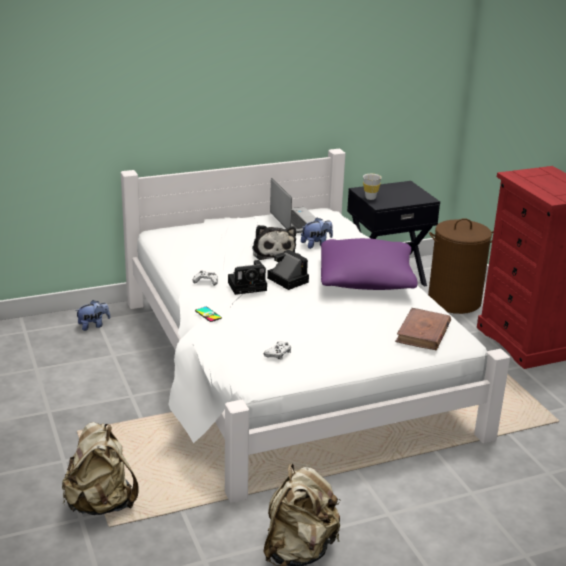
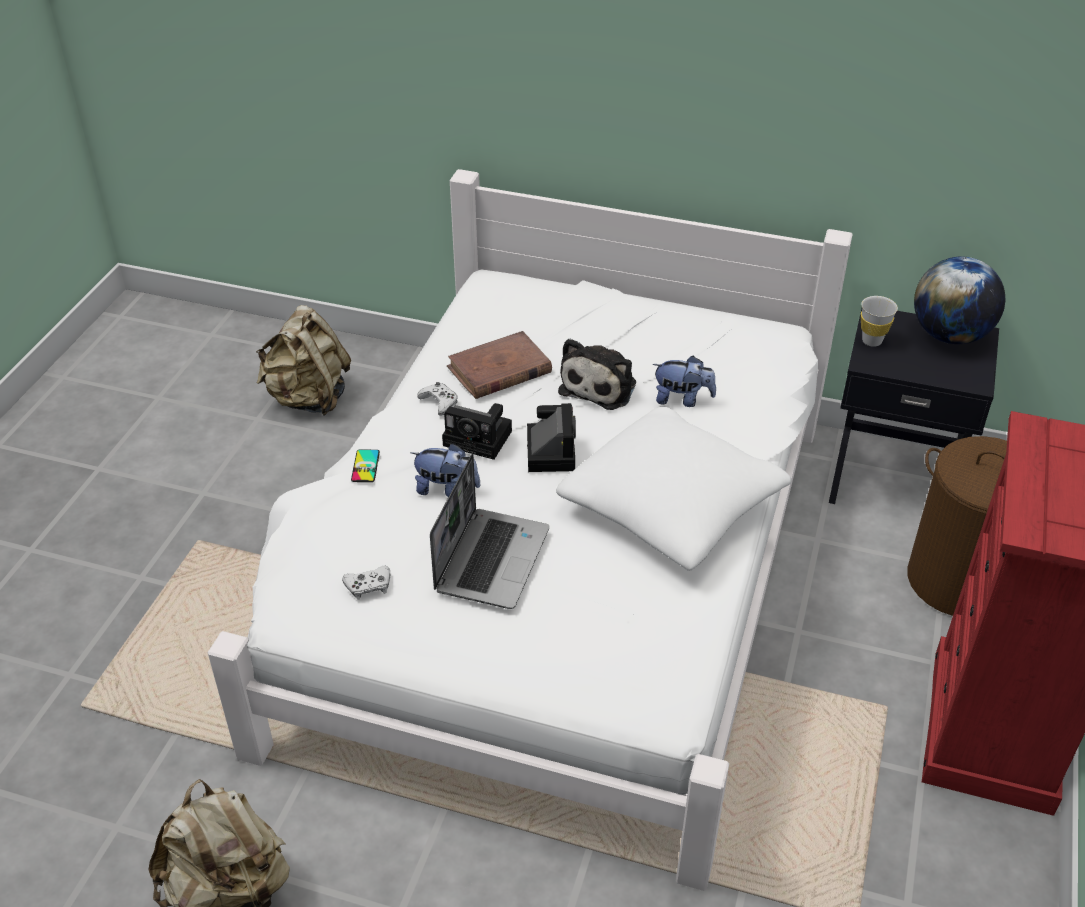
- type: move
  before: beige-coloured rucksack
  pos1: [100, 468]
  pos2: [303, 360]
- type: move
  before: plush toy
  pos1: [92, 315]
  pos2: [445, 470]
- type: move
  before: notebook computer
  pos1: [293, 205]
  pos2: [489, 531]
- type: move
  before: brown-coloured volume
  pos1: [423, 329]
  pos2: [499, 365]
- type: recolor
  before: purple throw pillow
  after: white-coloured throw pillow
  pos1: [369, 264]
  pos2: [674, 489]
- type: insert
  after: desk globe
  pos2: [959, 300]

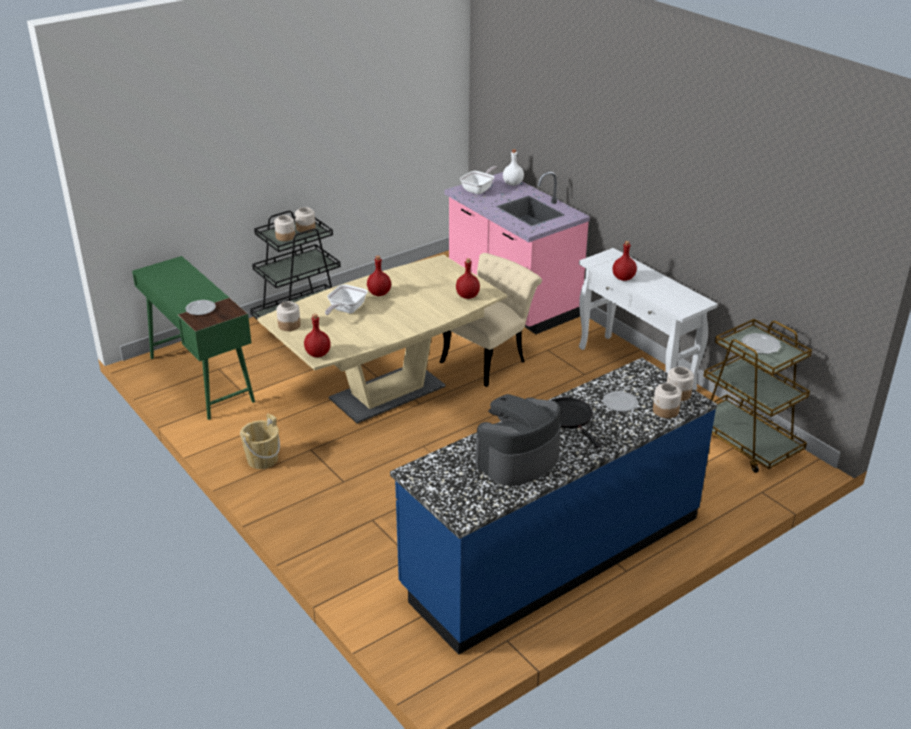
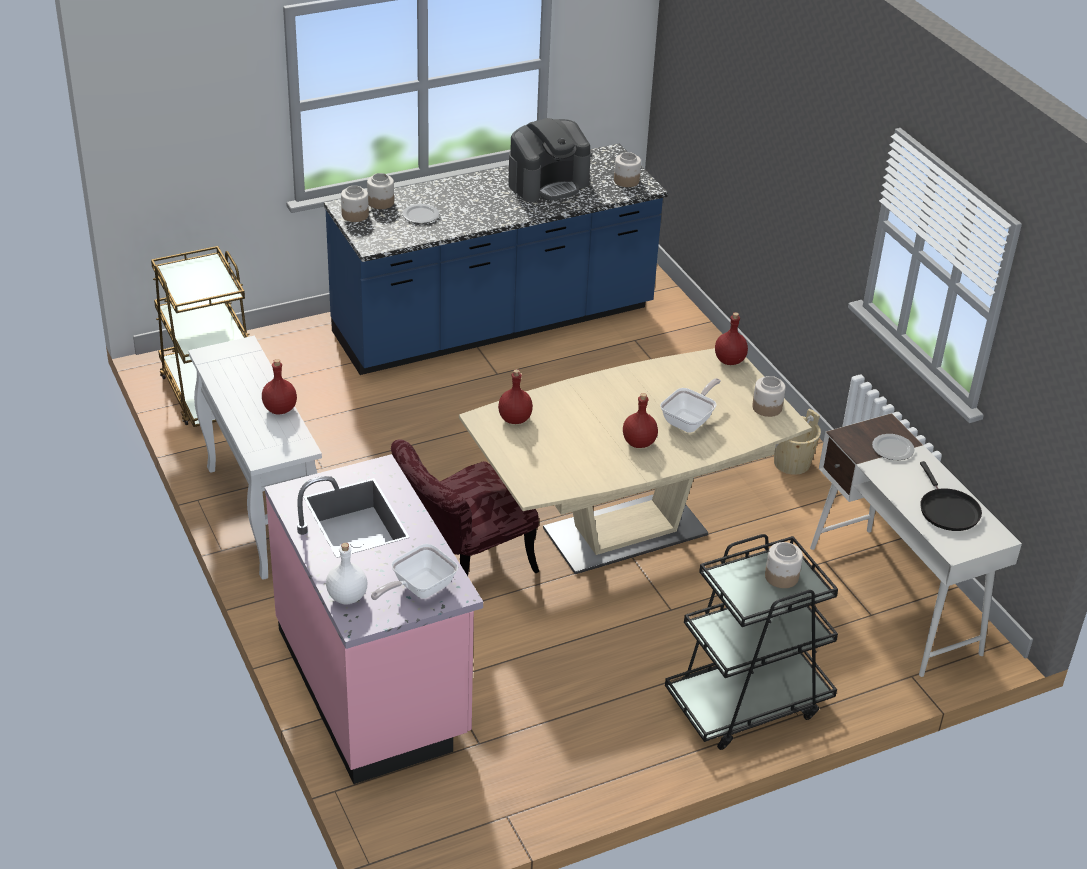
- type: recolor
  before: beige-coloured plain chair
  after: reddish plain chair
  pos1: [491, 320]
  pos2: [465, 507]
- type: move
  before: jar
  pos1: [305, 220]
  pos2: [627, 169]
- type: recolor
  before: green-coloured desk unit
  after: white-coloured desk unit
  pos1: [193, 338]
  pos2: [916, 545]
- type: move
  before: blackish skillet
  pos1: [575, 422]
  pos2: [951, 496]
- type: delete
  before: flat dish
  pos1: [761, 343]

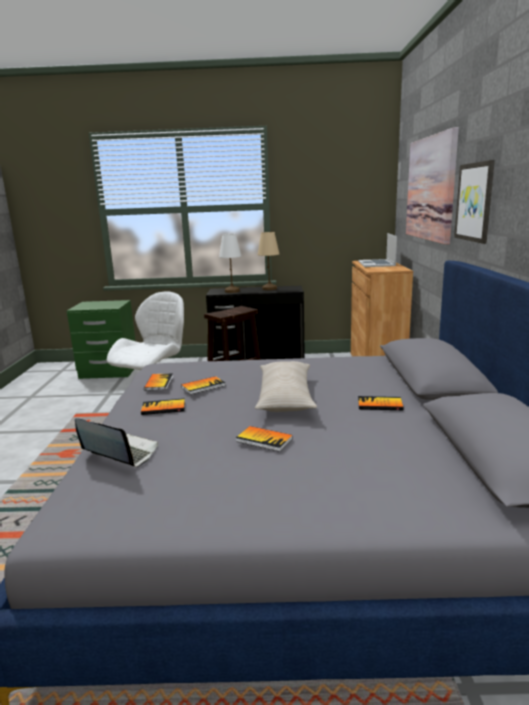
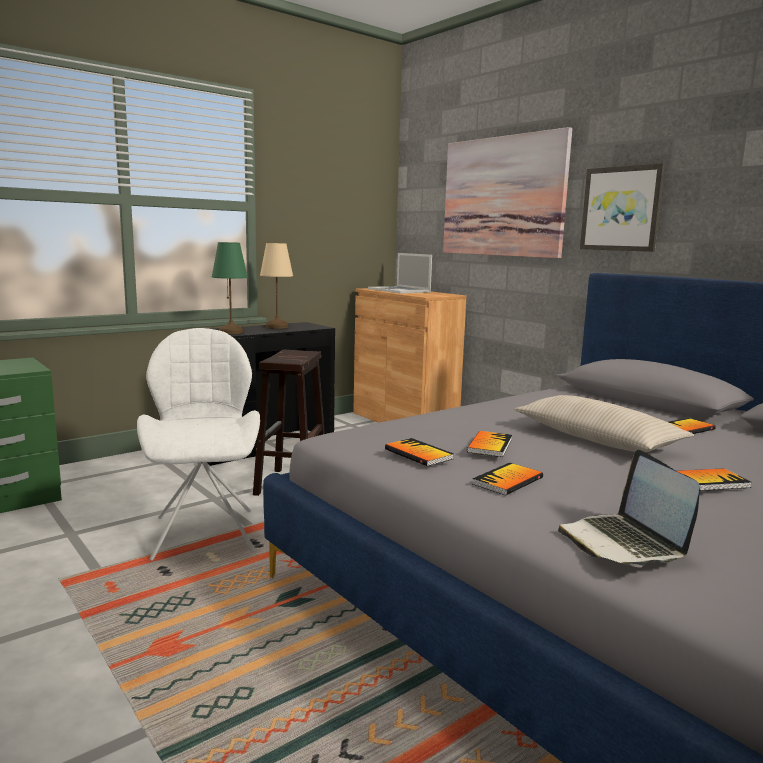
- type: recolor
  before: white-coloured table lamp
  after: green-coloured table lamp
  pos1: [230, 263]
  pos2: [230, 288]
- type: rotate
  before: notebook computer
  pos1: [116, 443]
  pos2: [629, 508]
  turn: -90

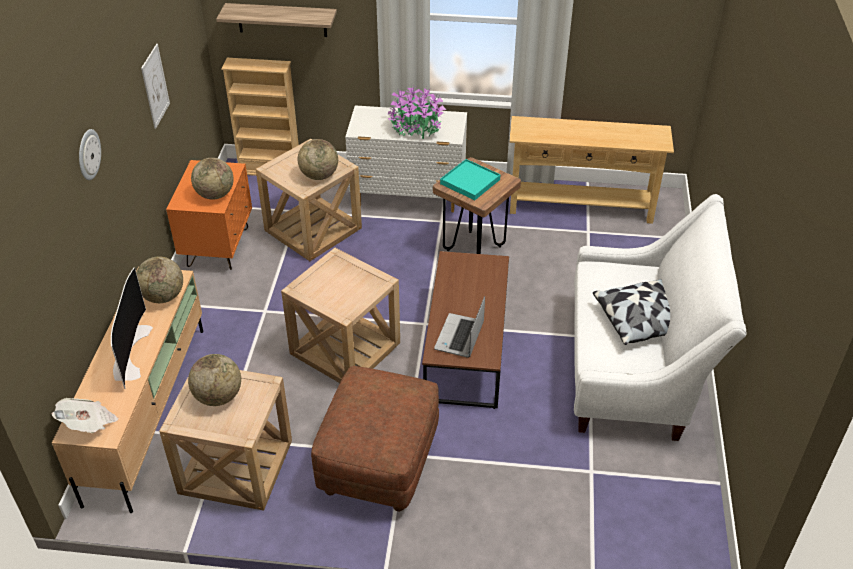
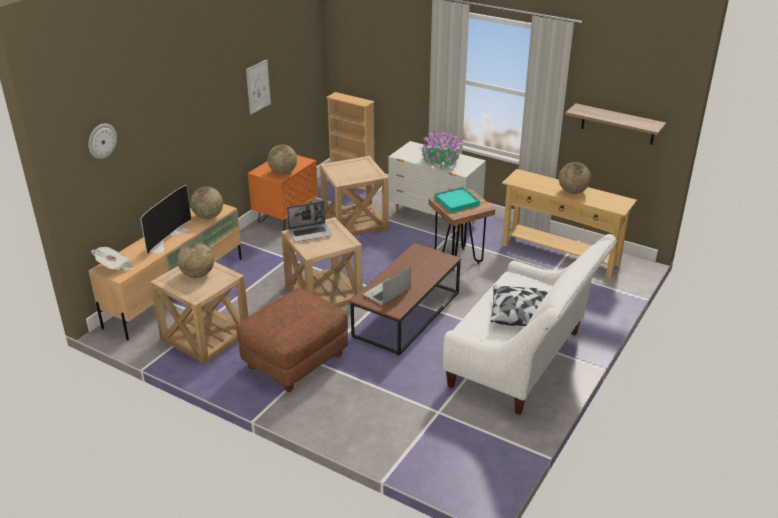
- type: move
  before: wall clock
  pos1: [90, 154]
  pos2: [102, 141]
- type: insert
  after: notebook computer
  pos2: [309, 221]
- type: move
  before: desk globe
  pos1: [318, 159]
  pos2: [575, 178]
- type: move
  before: bracket shelf
  pos1: [276, 20]
  pos2: [615, 124]

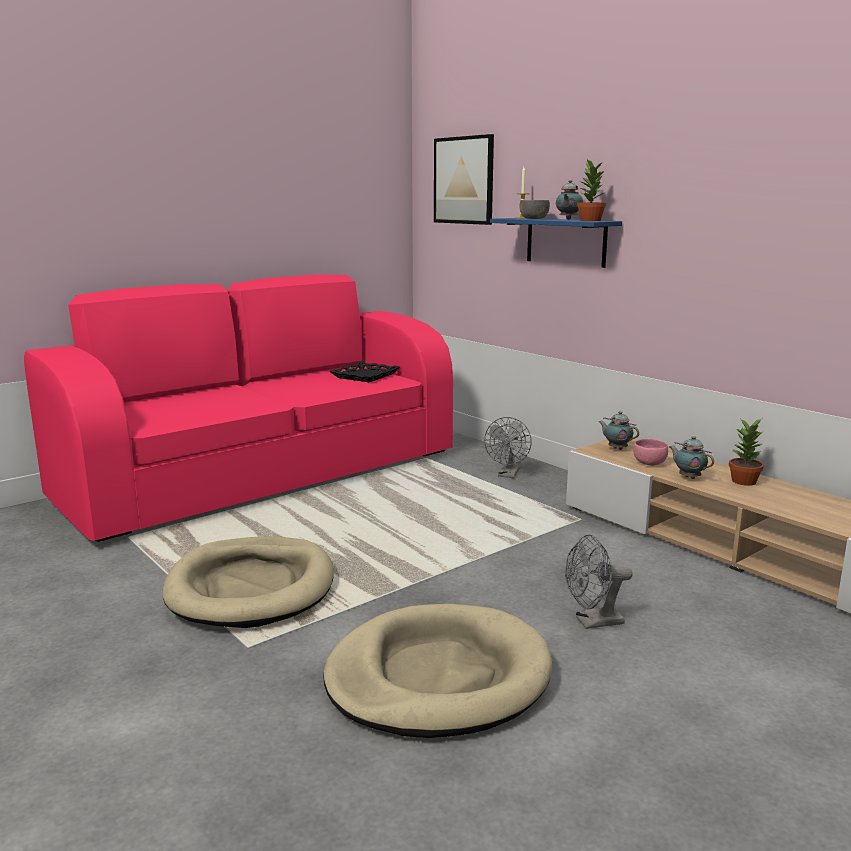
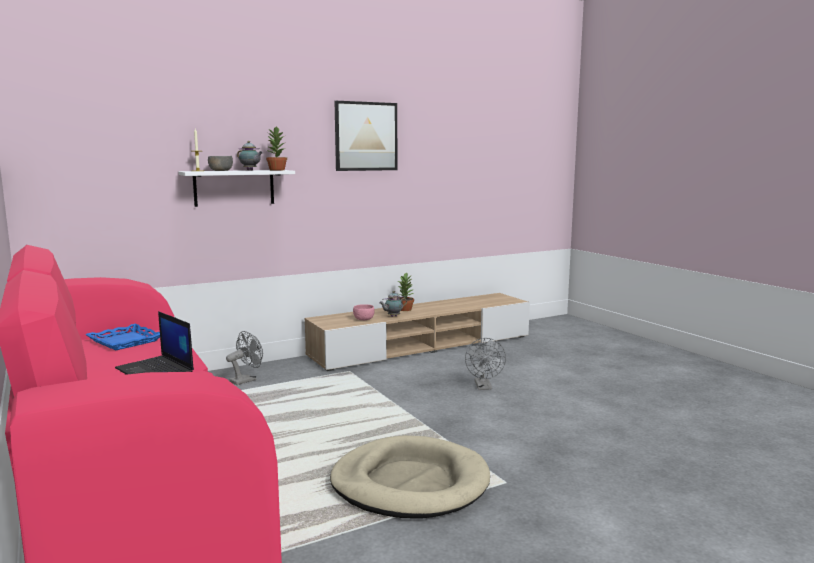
- type: recolor
  before: blackish tray
  after: bluish tray
  pos1: [364, 371]
  pos2: [123, 337]
- type: insert
  after: notebook computer
  pos2: [154, 343]
- type: recolor
  before: bluish bracket shelf
  after: white-coloured bracket shelf
  pos1: [556, 243]
  pos2: [237, 188]
- type: rotate
  before: gray electric fan
  pos1: [508, 447]
  pos2: [244, 358]
  turn: -75
- type: move
  before: wall picture
  pos1: [464, 179]
  pos2: [366, 136]
- type: delete
  before: beige-coloured pet bed
  pos1: [437, 671]
- type: delete
  before: tea pot
  pos1: [619, 430]

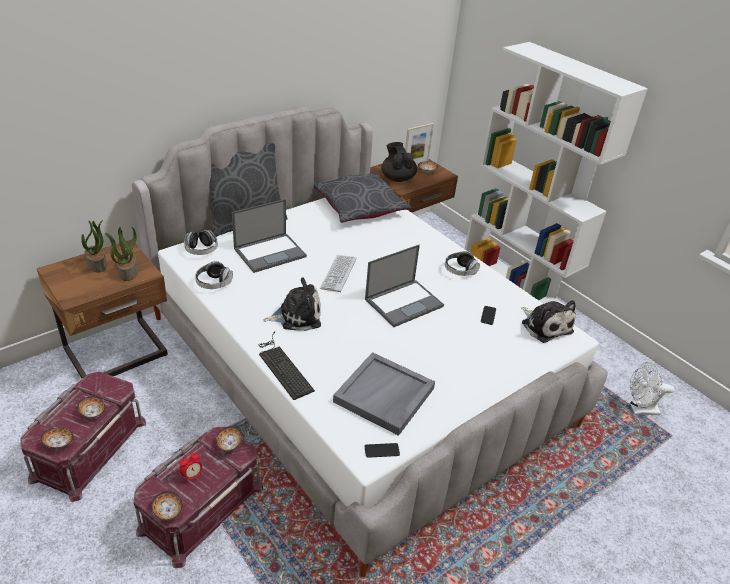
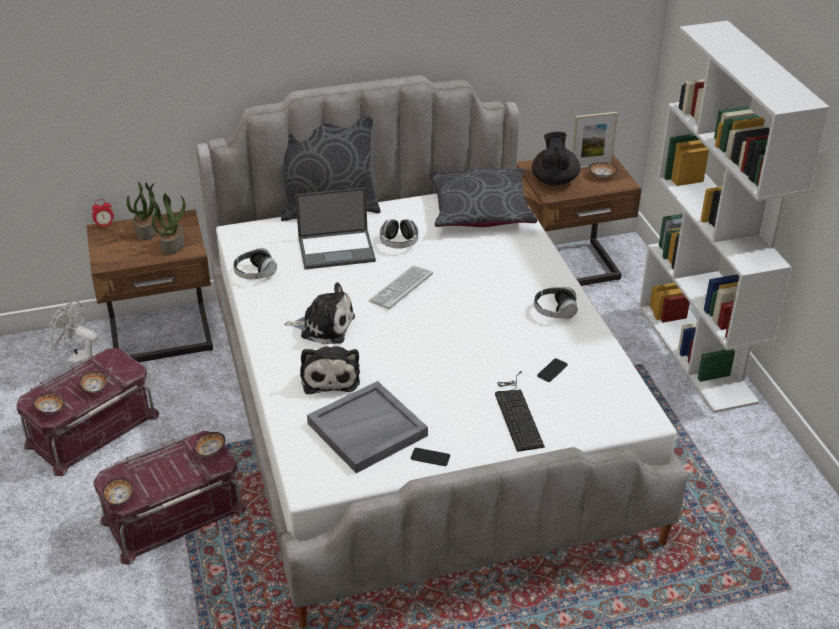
- type: move
  before: white-coloured electric fan
  pos1: [652, 388]
  pos2: [74, 332]
- type: move
  before: alarm clock
  pos1: [191, 467]
  pos2: [103, 214]
- type: move
  before: plush toy
  pos1: [548, 321]
  pos2: [330, 370]
- type: move
  before: pair of headphones
  pos1: [201, 242]
  pos2: [399, 234]
- type: move
  before: telephone
  pos1: [382, 450]
  pos2: [430, 457]
- type: move
  before: PC keyboard
  pos1: [286, 365]
  pos2: [520, 411]
- type: delete
  before: notebook computer
  pos1: [404, 286]

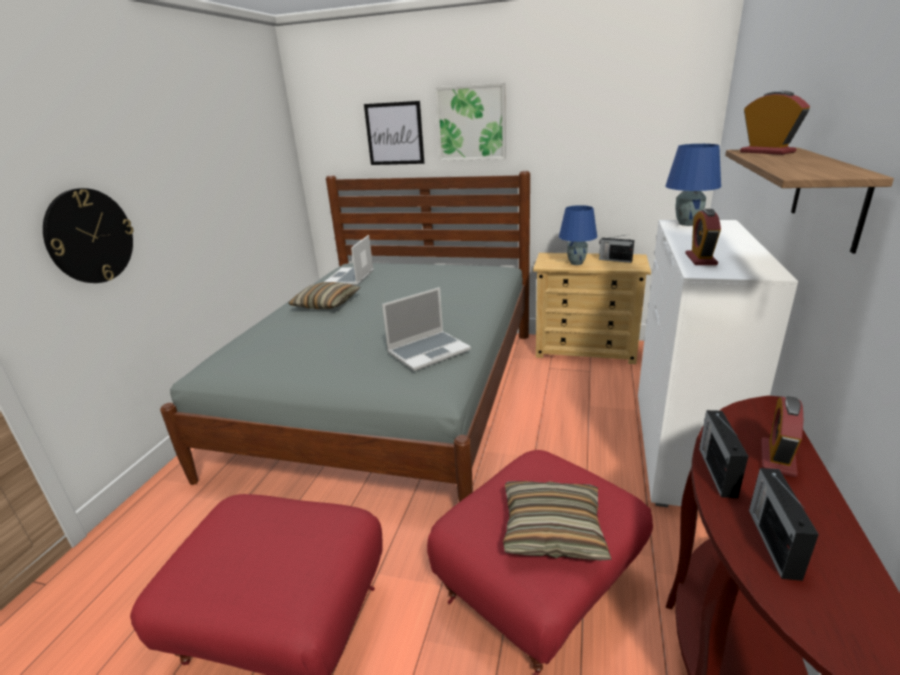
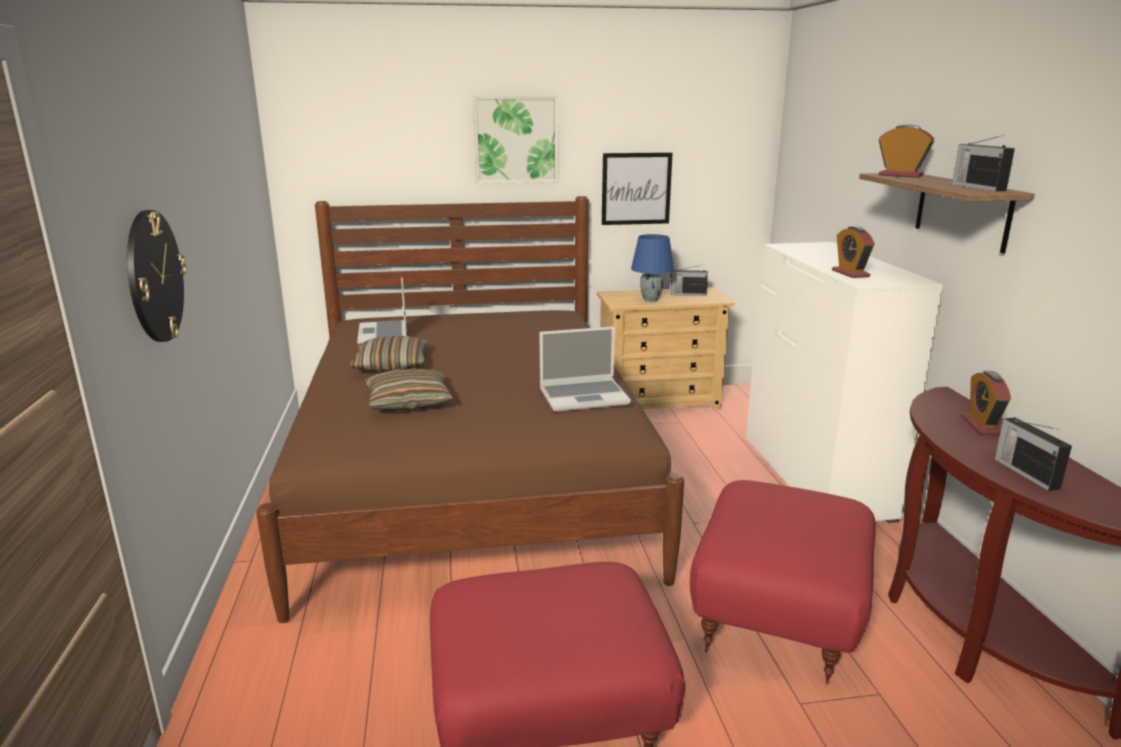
- type: recolor
  before: gray bedroom bed
  after: brown-coloured bedroom bed
  pos1: [345, 336]
  pos2: [470, 409]
- type: move
  before: throw pillow
  pos1: [557, 521]
  pos2: [409, 389]
- type: rotate
  before: notebook computer
  pos1: [426, 329]
  pos2: [585, 369]
  turn: 45
- type: move
  before: wall picture
  pos1: [394, 133]
  pos2: [637, 188]
- type: move
  before: radio receiver
  pos1: [723, 454]
  pos2: [983, 163]
- type: delete
  before: bluish table lamp
  pos1: [693, 185]

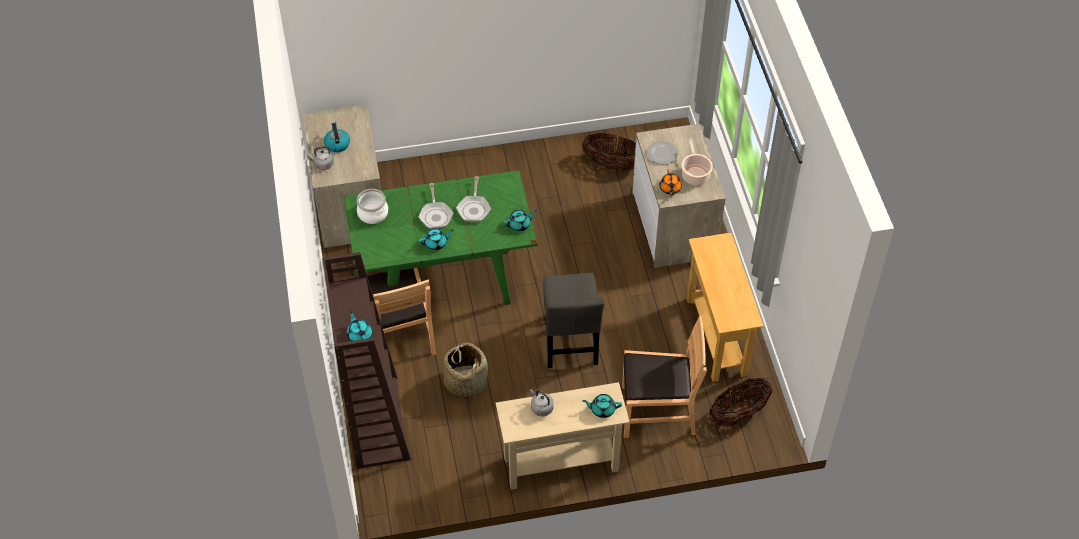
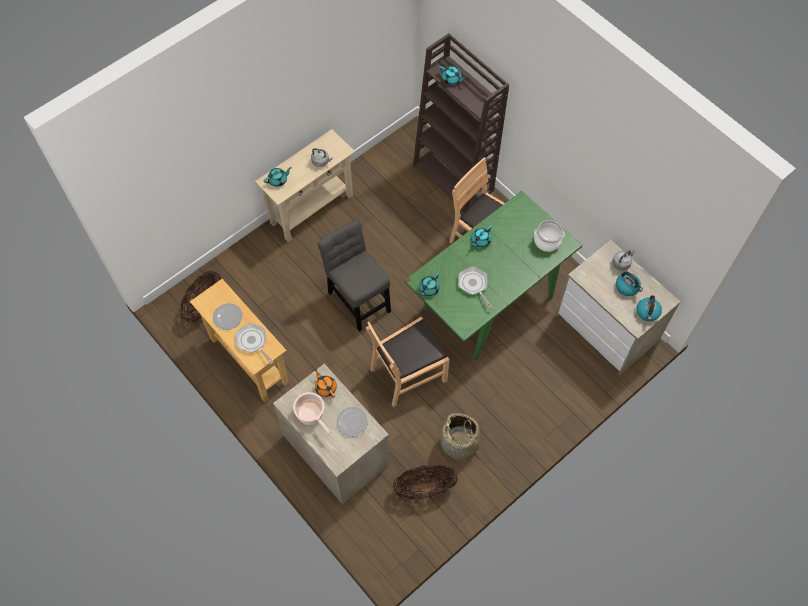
- type: insert
  after: flat dish
  pos2: [228, 316]
- type: move
  before: skillet
  pos1: [436, 206]
  pos2: [254, 343]
- type: move
  before: brown-coloured plain chair
  pos1: [664, 377]
  pos2: [407, 362]
- type: move
  before: household basket
  pos1: [466, 370]
  pos2: [462, 437]
- type: insert
  after: tea kettle
  pos2: [649, 308]

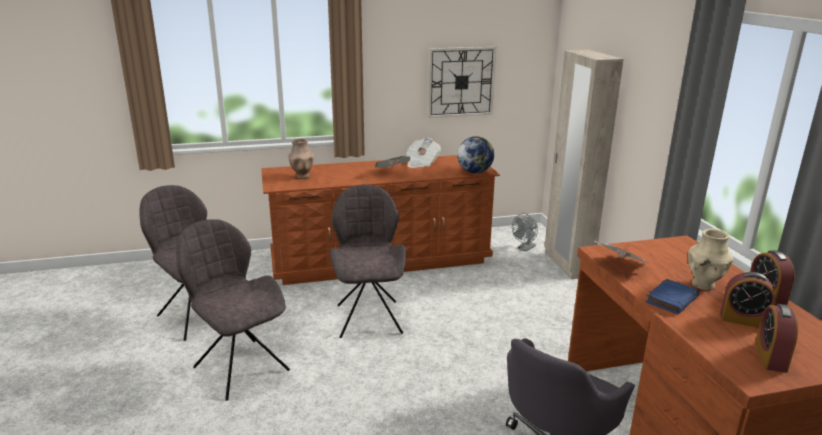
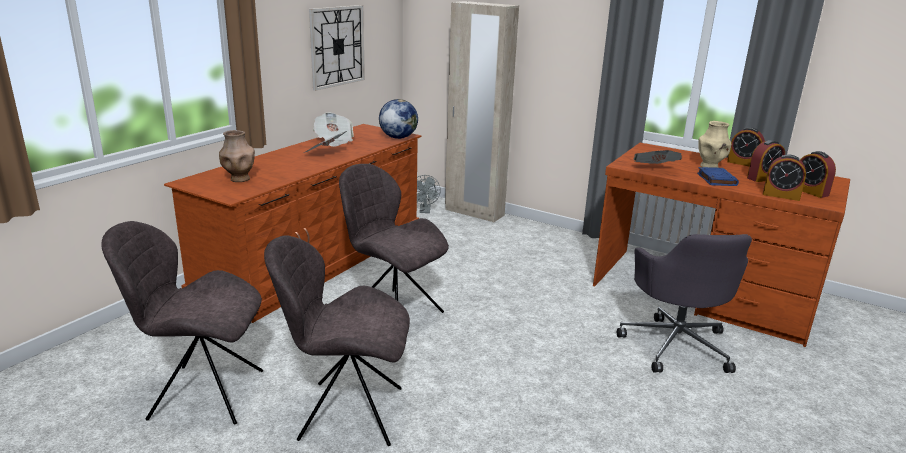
- type: insert
  after: alarm clock
  pos2: [784, 177]

